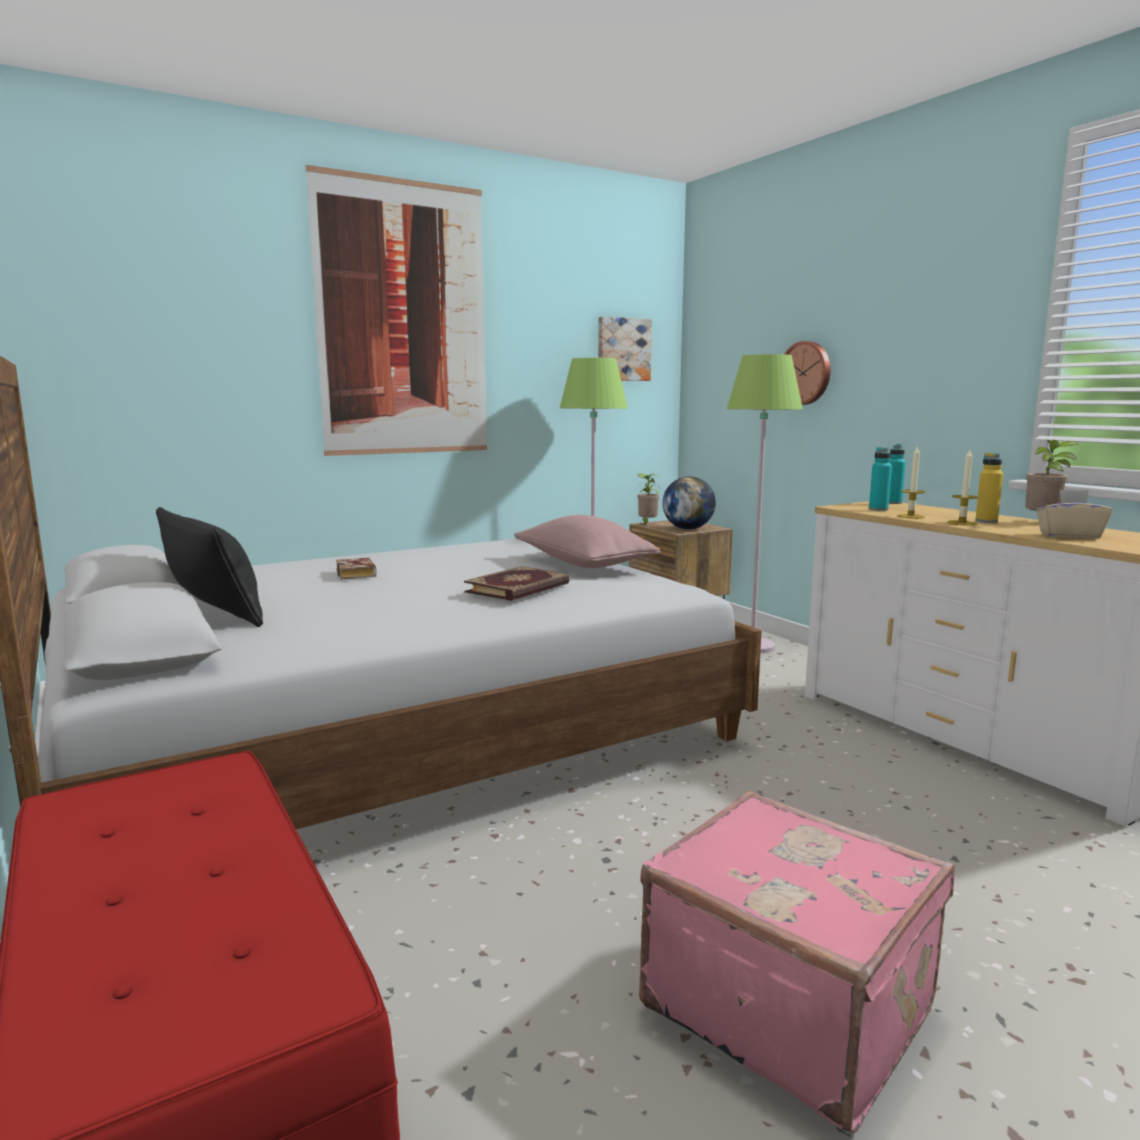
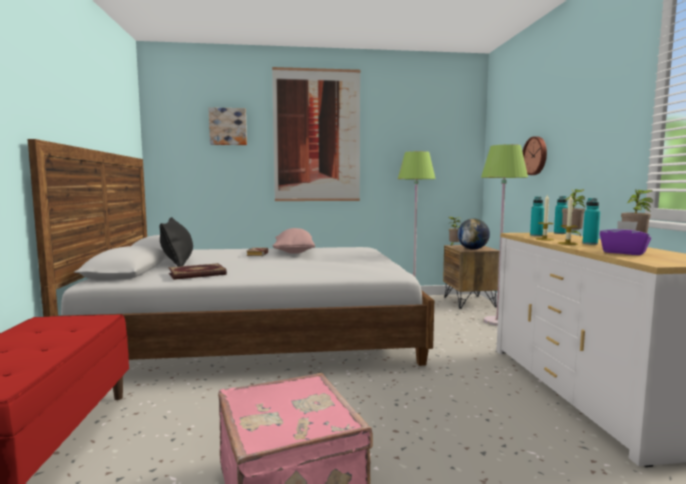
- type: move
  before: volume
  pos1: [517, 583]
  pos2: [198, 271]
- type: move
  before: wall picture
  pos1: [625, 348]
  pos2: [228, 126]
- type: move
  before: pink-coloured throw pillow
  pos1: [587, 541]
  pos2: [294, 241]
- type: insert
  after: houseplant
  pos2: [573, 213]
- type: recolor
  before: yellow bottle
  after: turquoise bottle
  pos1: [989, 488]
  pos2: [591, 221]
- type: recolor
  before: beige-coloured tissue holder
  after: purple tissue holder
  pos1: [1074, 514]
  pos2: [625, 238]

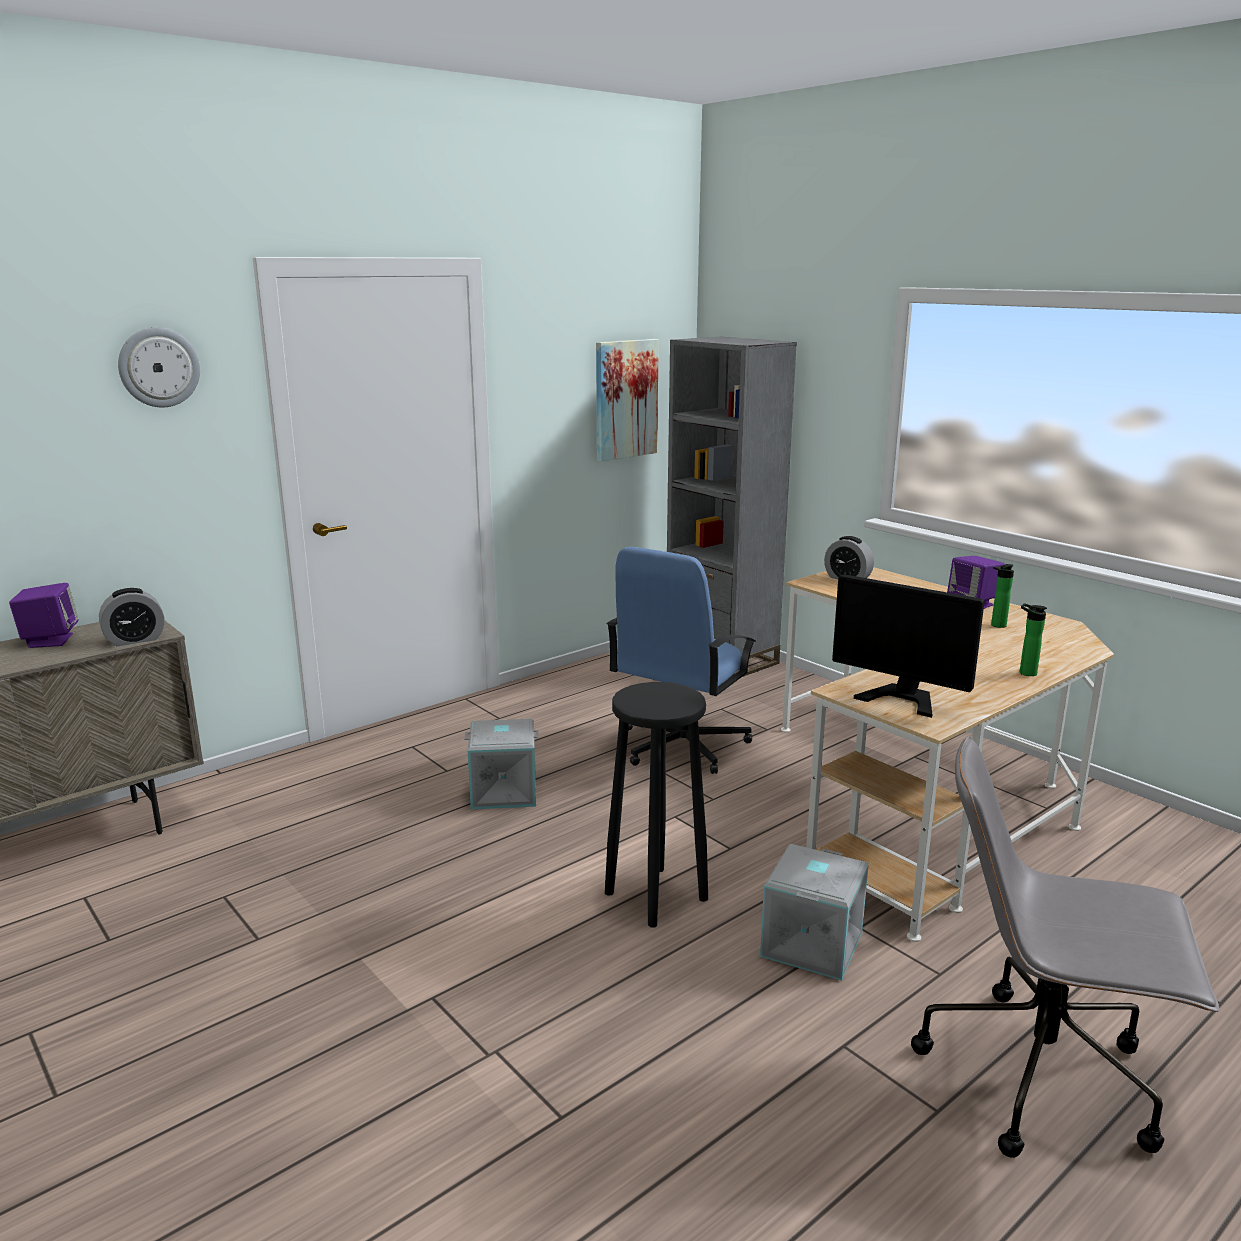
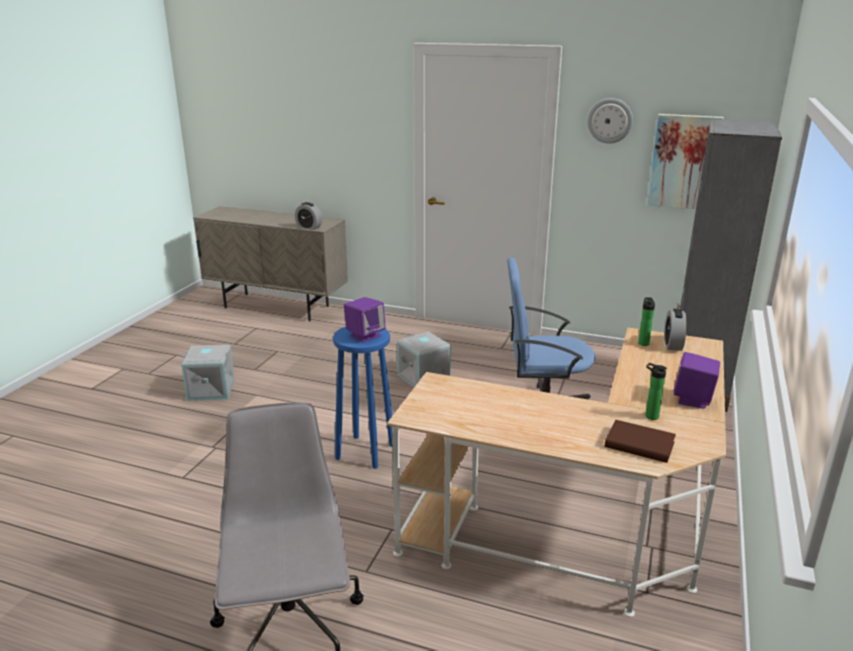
- type: move
  before: gray storage container
  pos1: [814, 912]
  pos2: [208, 373]
- type: recolor
  before: blackish stool
  after: bluish stool
  pos1: [656, 805]
  pos2: [362, 398]
- type: move
  before: purple speaker
  pos1: [44, 615]
  pos2: [365, 320]
- type: move
  before: wall clock
  pos1: [159, 367]
  pos2: [610, 121]
- type: insert
  after: brown-coloured volume
  pos2: [640, 441]
- type: move
  before: bottle
  pos1: [1033, 639]
  pos2: [646, 321]
- type: delete
  before: monitor
  pos1: [908, 646]

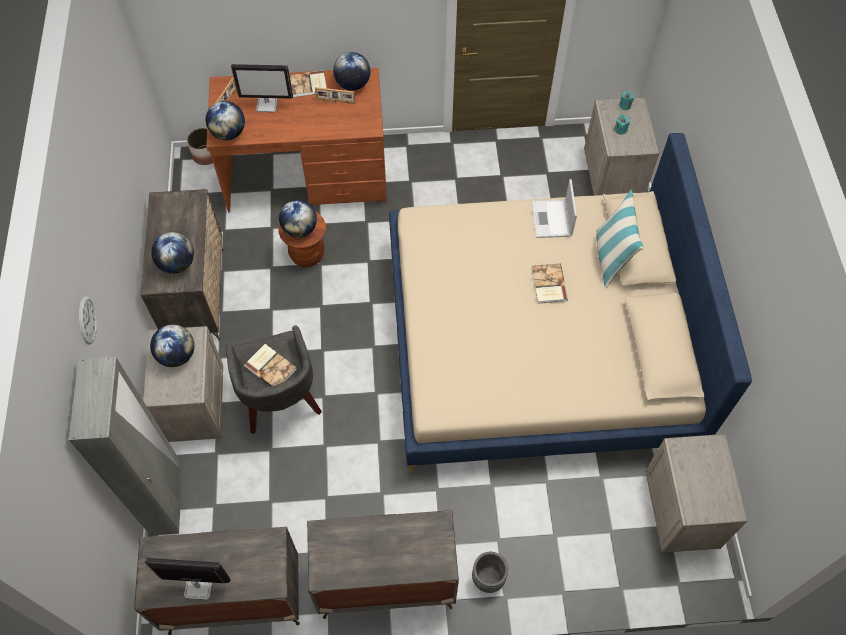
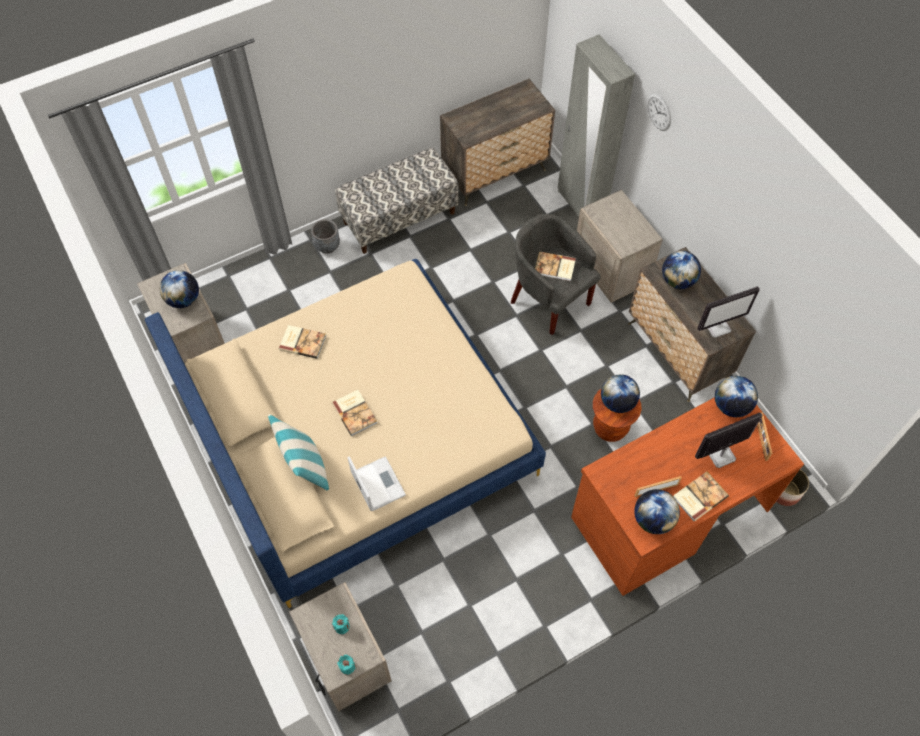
- type: move
  before: desk globe
  pos1: [172, 345]
  pos2: [179, 289]
- type: insert
  after: volume
  pos2: [302, 342]
- type: replace
  before: drawer chest
  after: bench
  pos1: [383, 564]
  pos2: [397, 200]
- type: move
  before: monitor
  pos1: [188, 579]
  pos2: [728, 312]

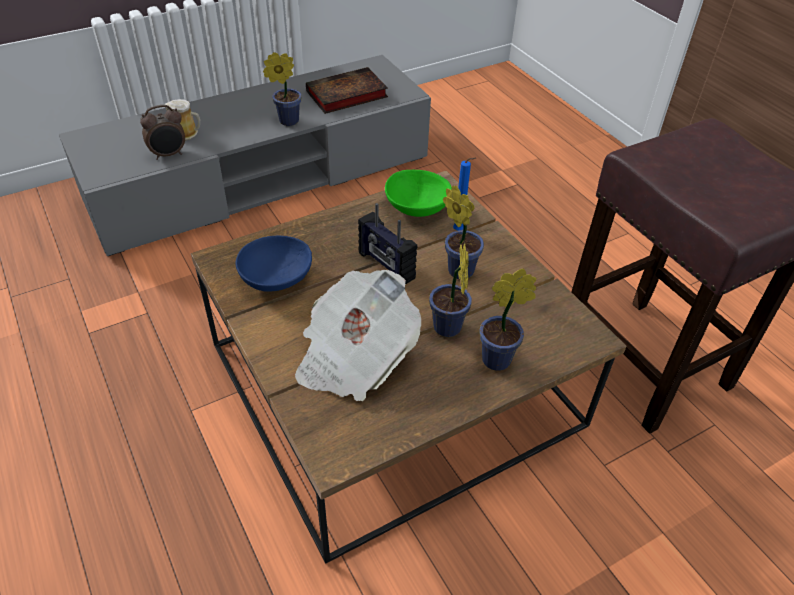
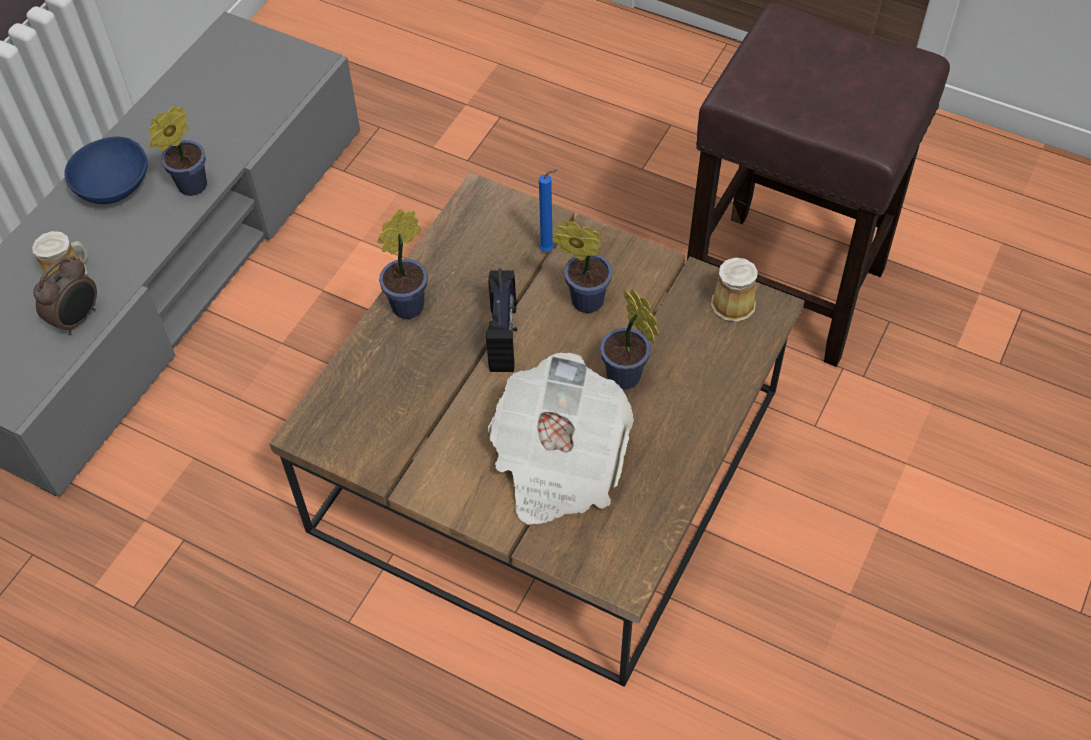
- type: move
  before: bluish serving bowl
  pos1: [274, 264]
  pos2: [106, 170]
- type: move
  before: houseplant
  pos1: [508, 319]
  pos2: [402, 264]
- type: rotate
  before: radio receiver
  pos1: [387, 244]
  pos2: [502, 319]
  turn: -105
- type: insert
  after: mug
  pos2: [734, 290]
- type: delete
  before: volume
  pos1: [347, 90]
- type: delete
  before: green-coloured serving bowl
  pos1: [418, 193]

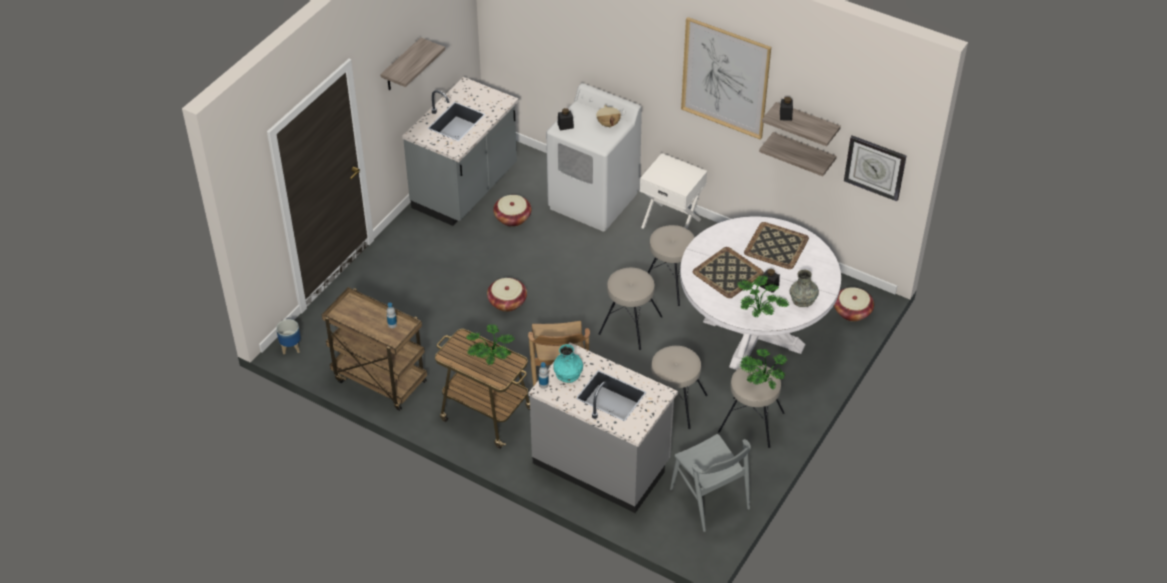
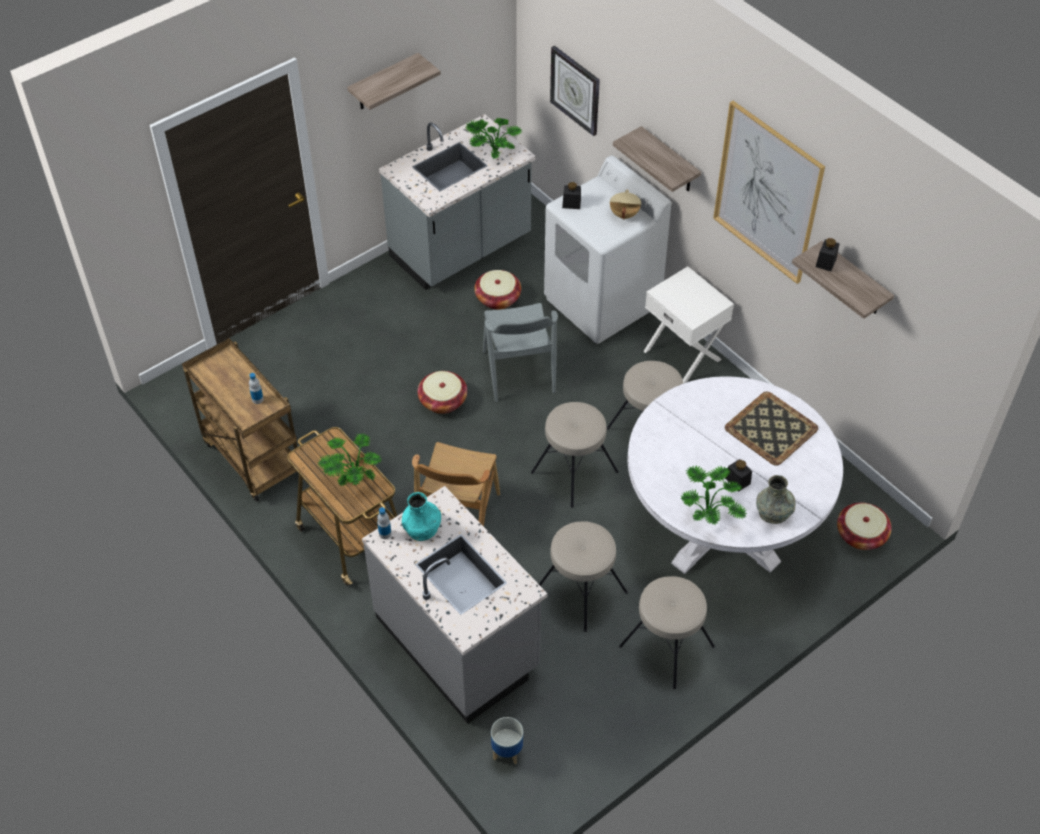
- type: move
  before: houseplant
  pos1: [763, 369]
  pos2: [494, 138]
- type: move
  before: gray plain chair
  pos1: [710, 483]
  pos2: [520, 352]
- type: move
  before: planter
  pos1: [288, 336]
  pos2: [507, 740]
- type: move
  before: wall clock
  pos1: [875, 168]
  pos2: [575, 90]
- type: move
  before: bracket shelf
  pos1: [798, 154]
  pos2: [657, 159]
- type: delete
  before: tray
  pos1: [728, 272]

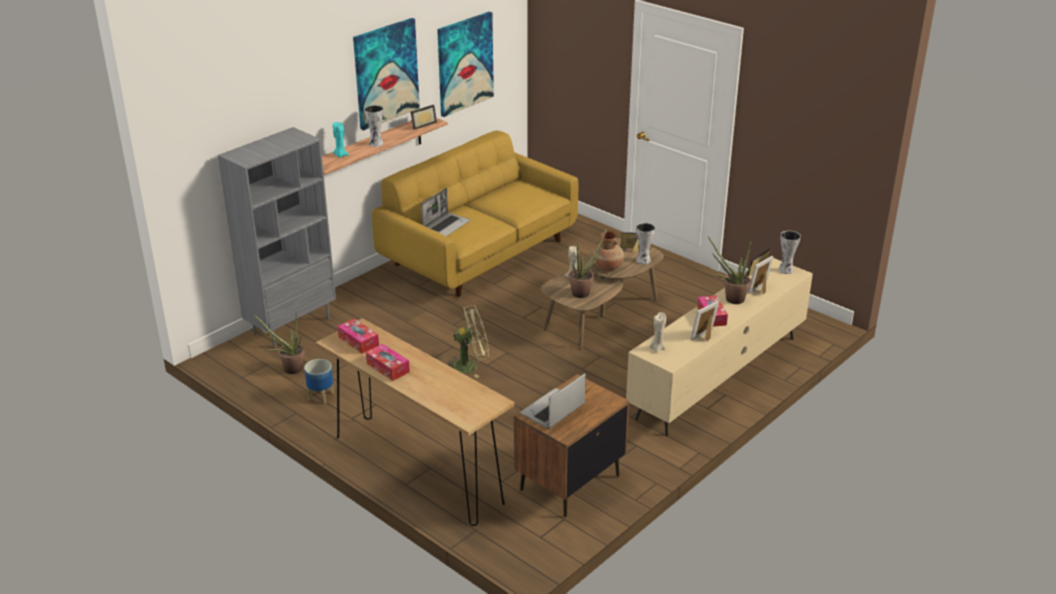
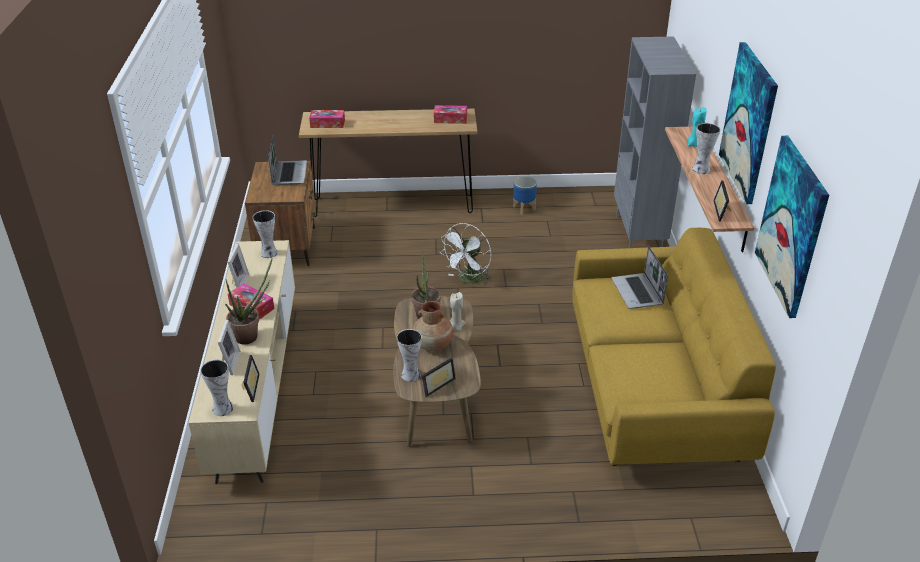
- type: replace
  before: beige-coloured wax candle
  after: flower vase
  pos1: [658, 332]
  pos2: [265, 234]
- type: move
  before: tissue holder
  pos1: [388, 362]
  pos2: [327, 119]
- type: recolor
  before: green-coloured electric fan
  after: white-coloured electric fan
  pos1: [467, 341]
  pos2: [466, 254]
- type: delete
  before: houseplant
  pos1: [279, 344]

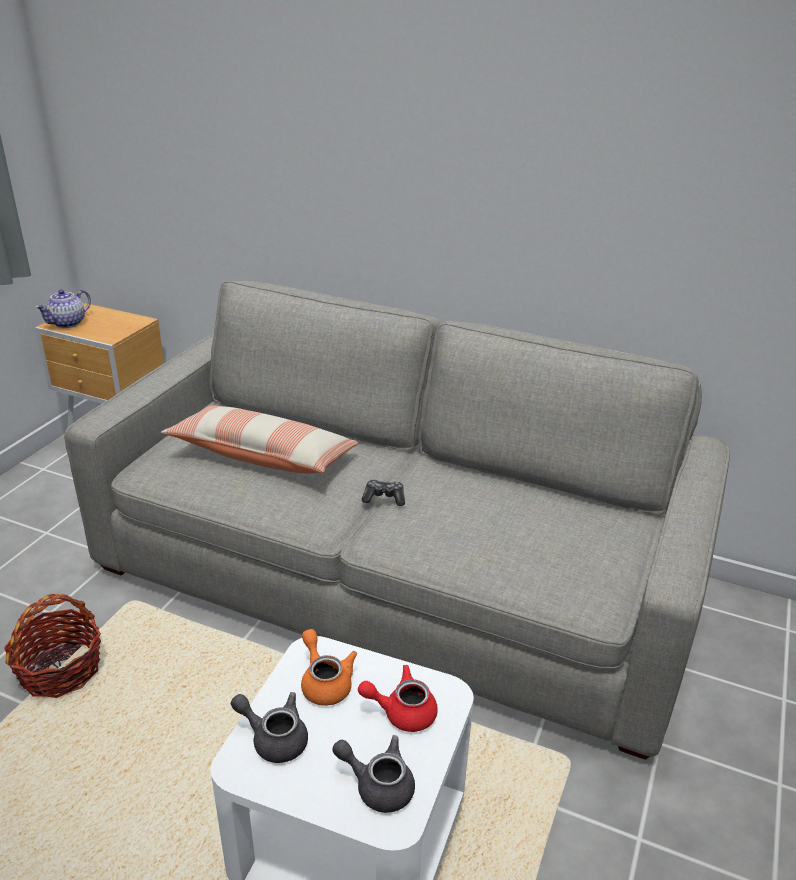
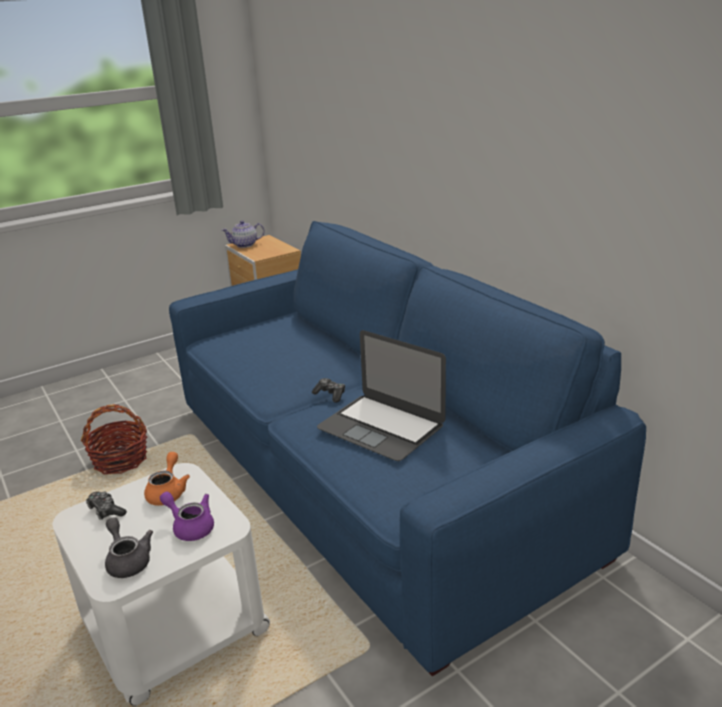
- type: replace
  before: gray tea pot
  after: game controller
  pos1: [269, 727]
  pos2: [106, 506]
- type: recolor
  before: reddish tea pot
  after: purple tea pot
  pos1: [398, 698]
  pos2: [187, 516]
- type: recolor
  before: gray settee
  after: bluish settee
  pos1: [397, 520]
  pos2: [407, 448]
- type: insert
  after: notebook computer
  pos2: [381, 395]
- type: delete
  before: throw pillow
  pos1: [260, 439]

